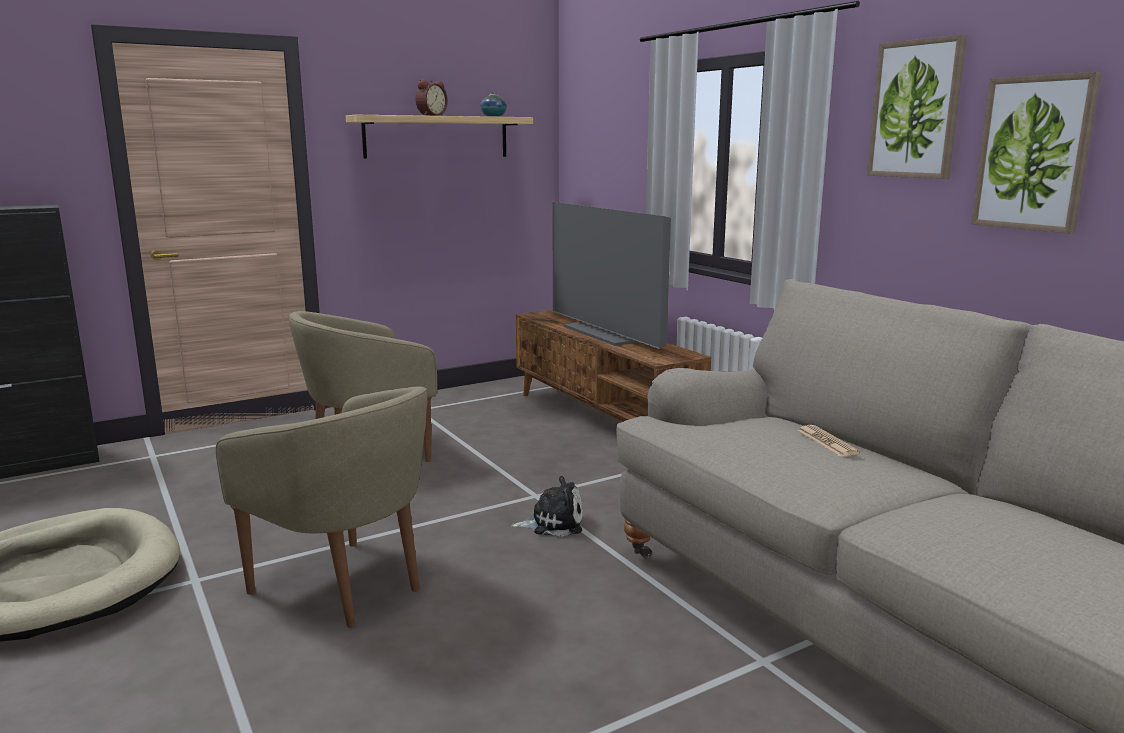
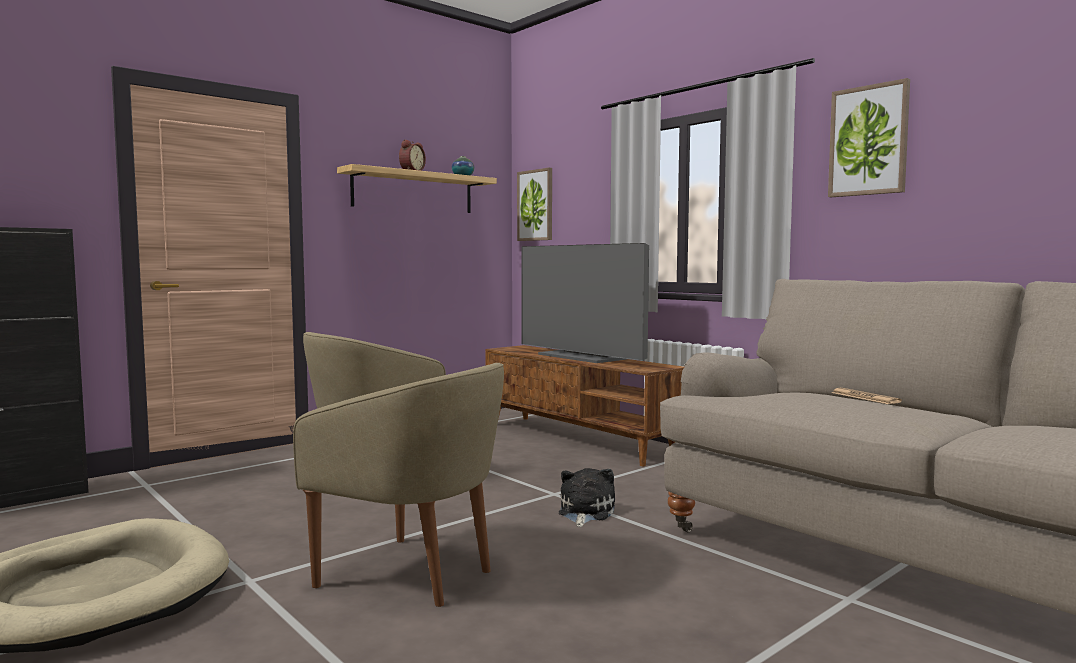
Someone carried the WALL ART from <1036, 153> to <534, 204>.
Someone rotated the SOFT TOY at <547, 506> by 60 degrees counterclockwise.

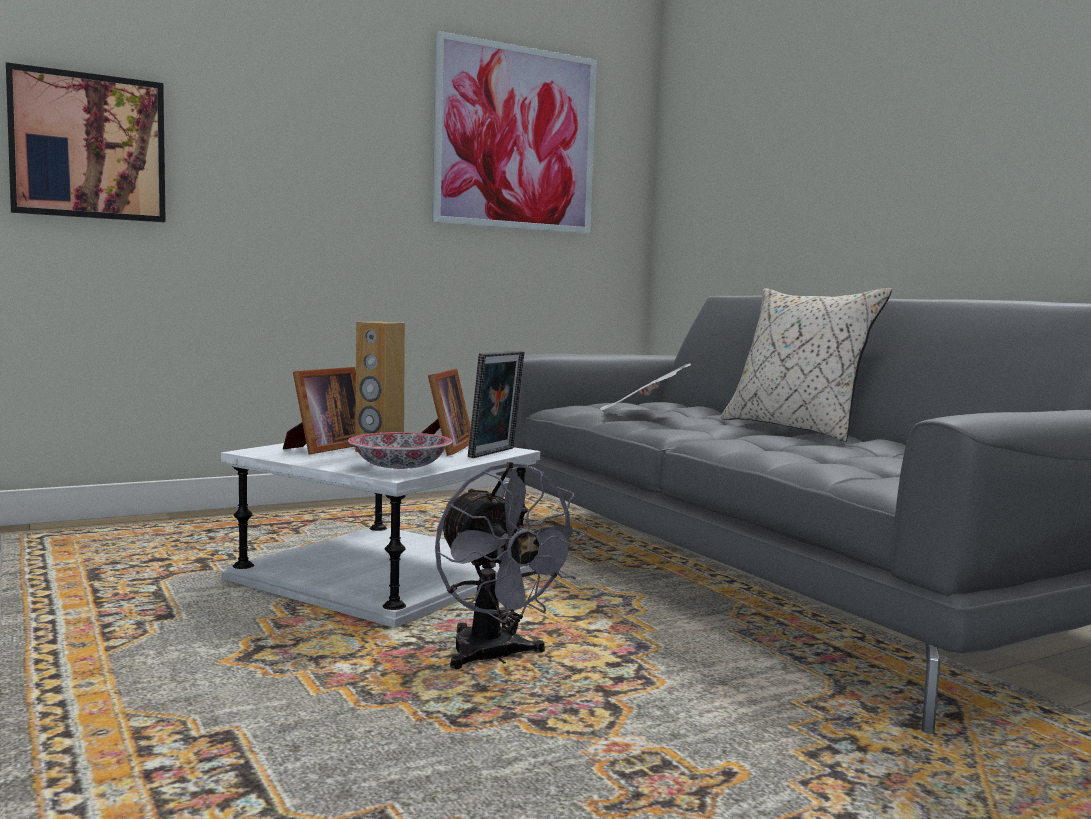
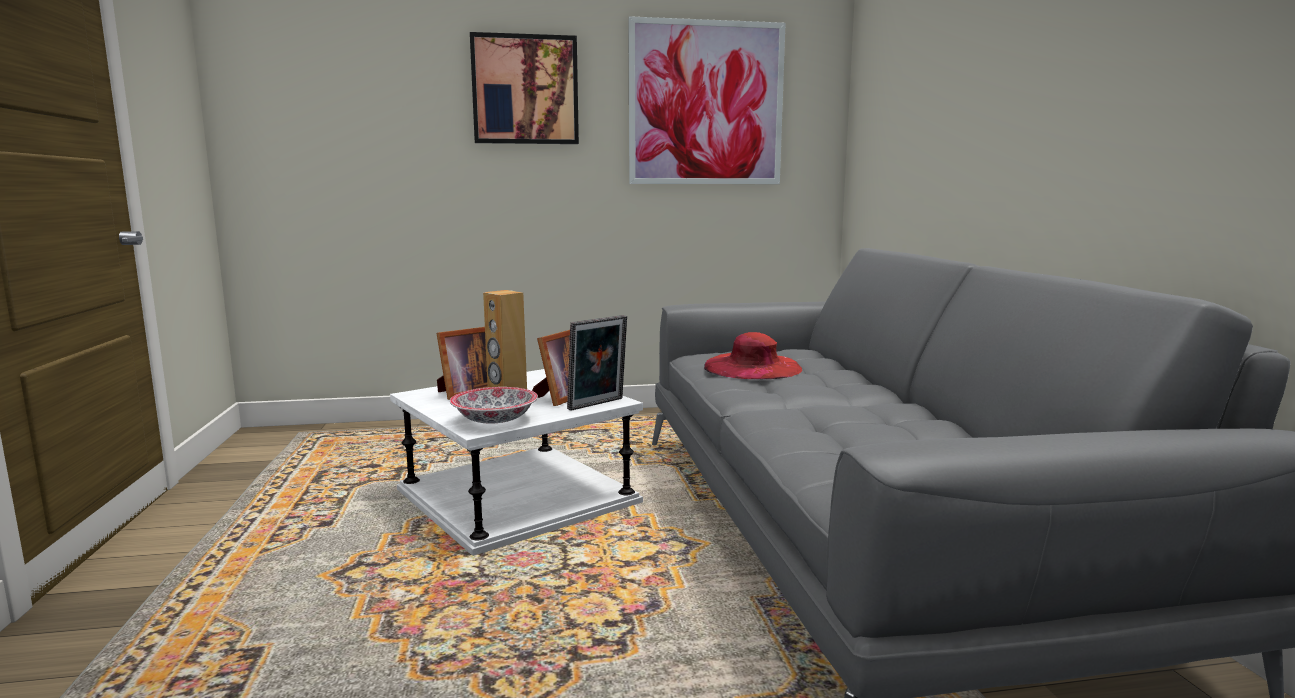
Someone carried the WALL ART from <86, 142> to <524, 88>.
Someone took away the BEIGE THROW PILLOW at <806, 365>.
Someone swapped the NEWSPAPER at <645, 386> for the REDDISH CLOTHING HAT at <753, 355>.
Someone took away the GREYISH FAN at <511, 565>.

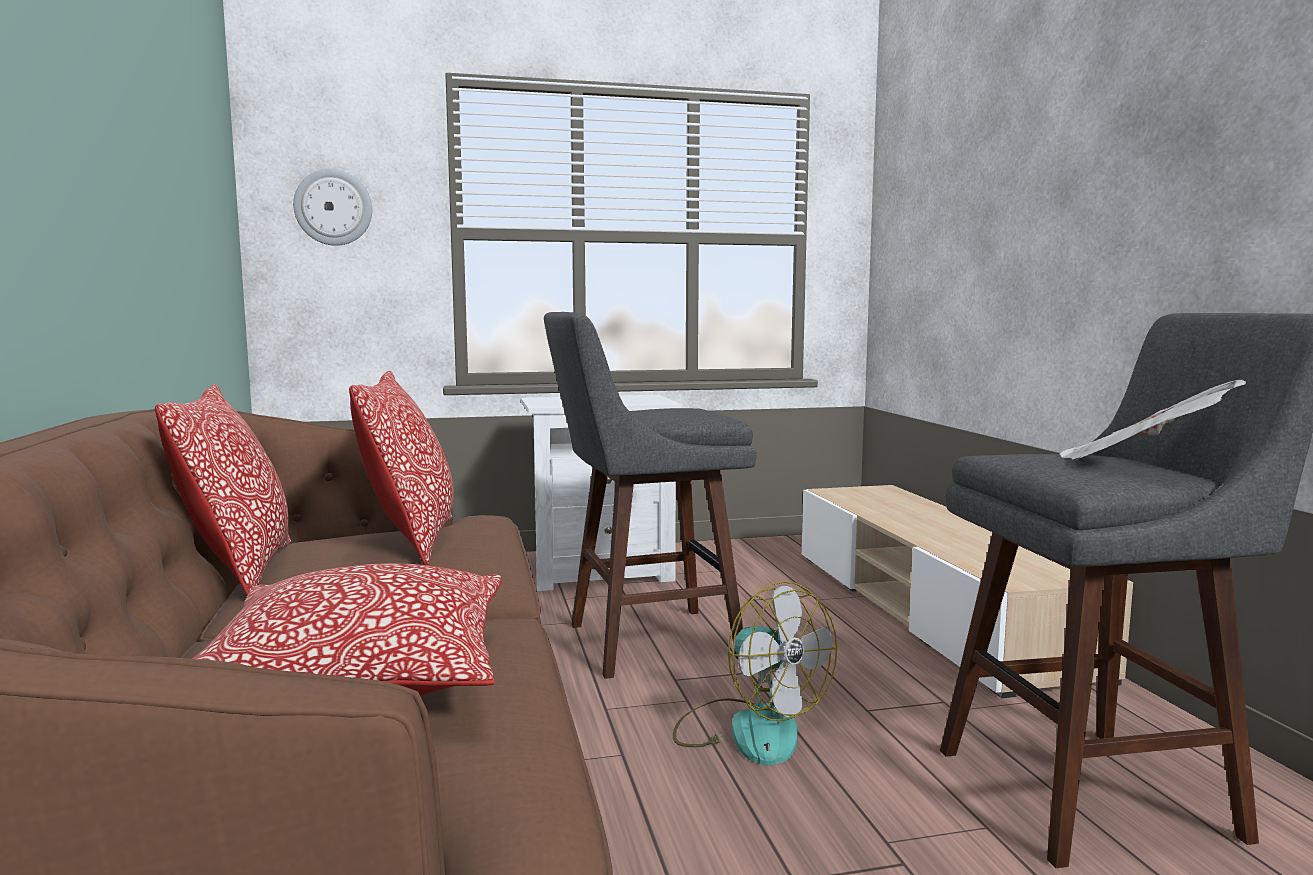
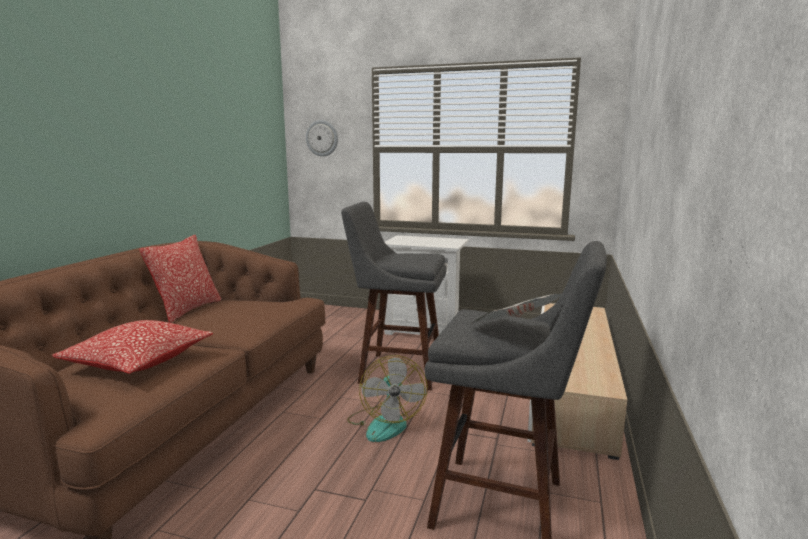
Someone took away the THROW PILLOW at <401, 468>.

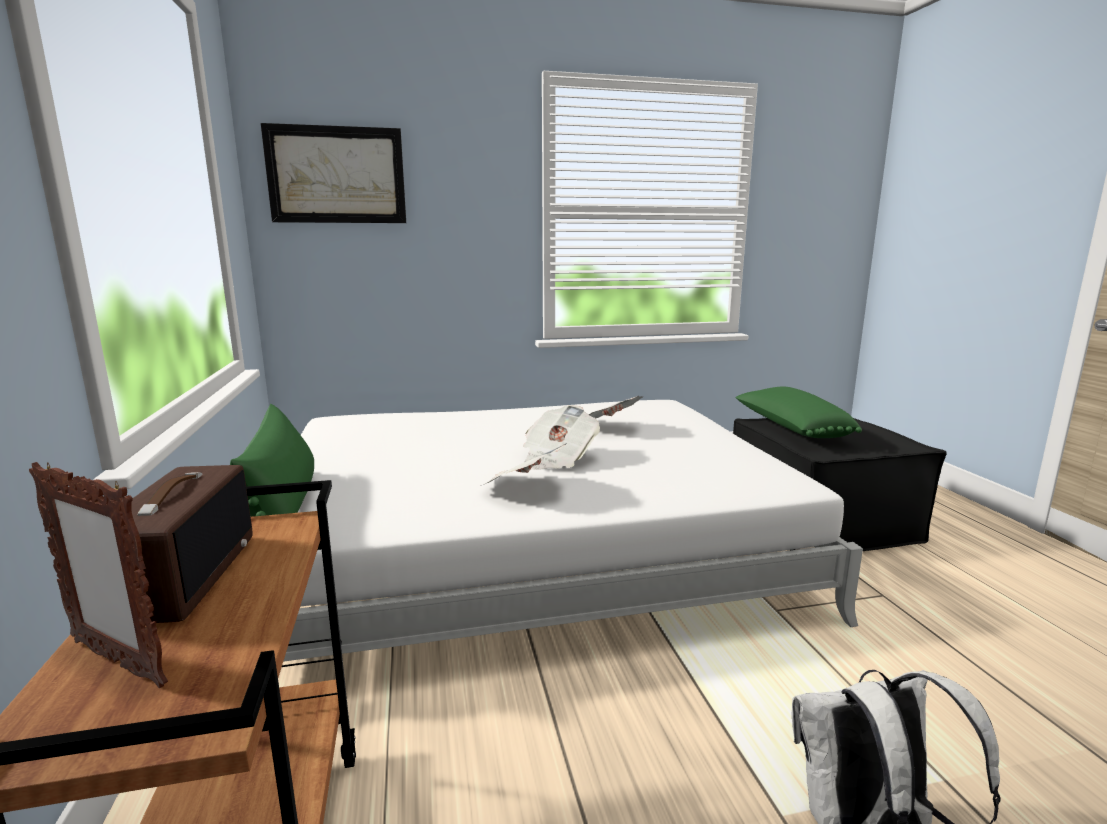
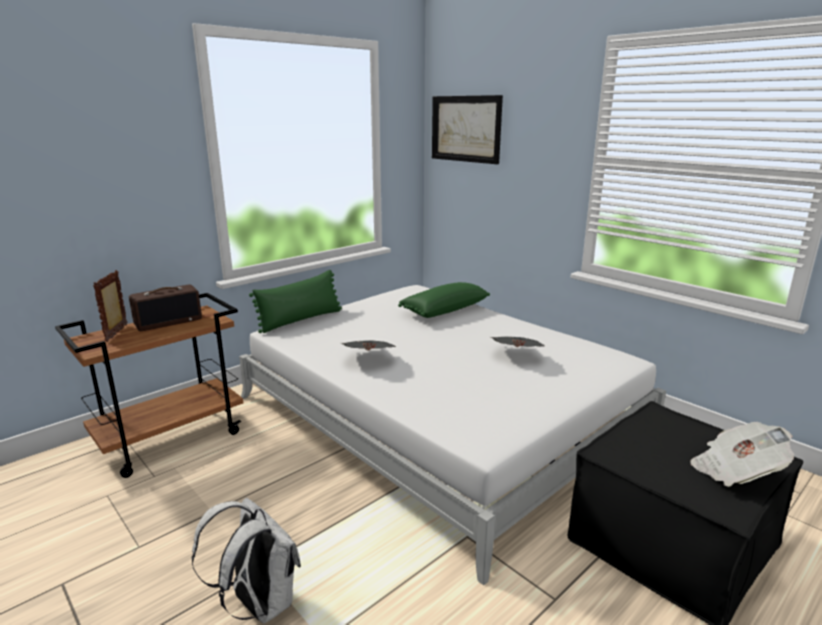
Someone carried the GREENISH THROW PILLOW from <798, 412> to <444, 300>.
Someone carried the NEWSPAPER from <561, 437> to <742, 454>.

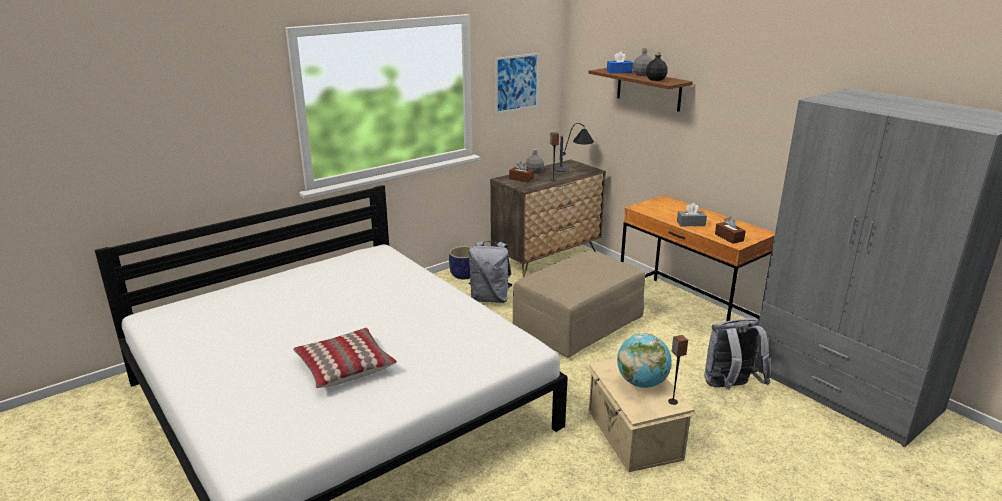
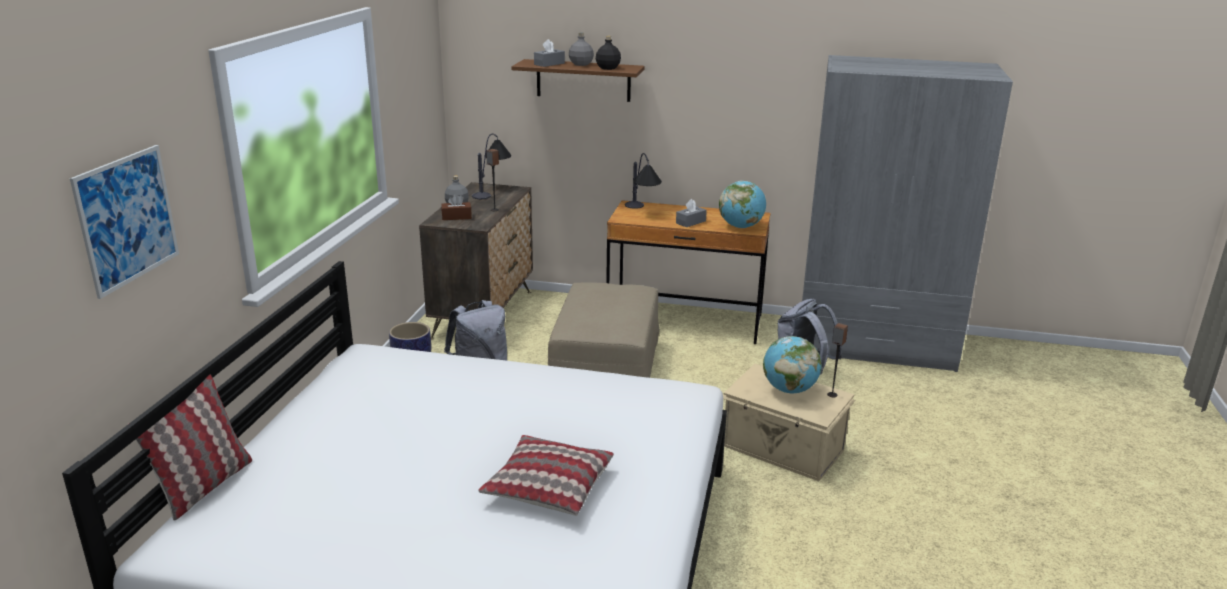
Someone repainted the BLUE TISSUE HOLDER at <620, 62>, which became the GREYISH TISSUE HOLDER at <549, 53>.
Someone carried the WALL ART from <517, 83> to <124, 222>.
Someone swapped the BROWN TISSUE HOLDER at <730, 230> for the GLOBE at <742, 204>.
Someone put down the LAMP FOR A TABLE at <643, 181>.
Someone put down the THROW PILLOW at <189, 447>.

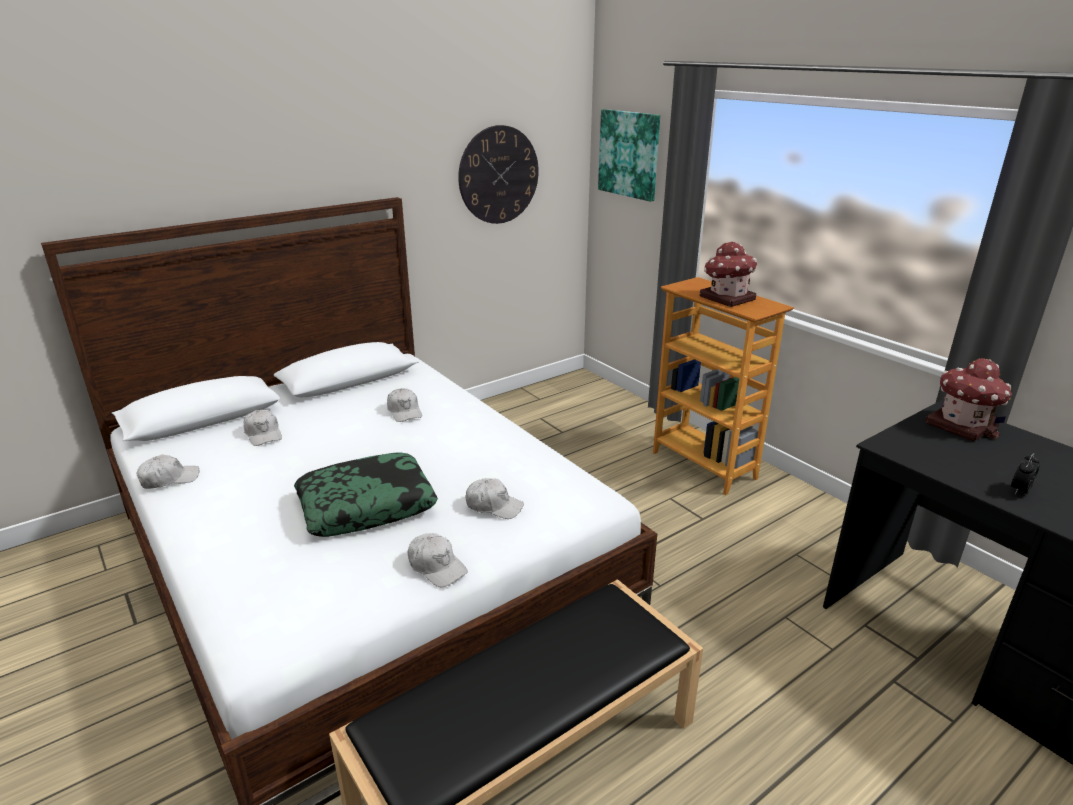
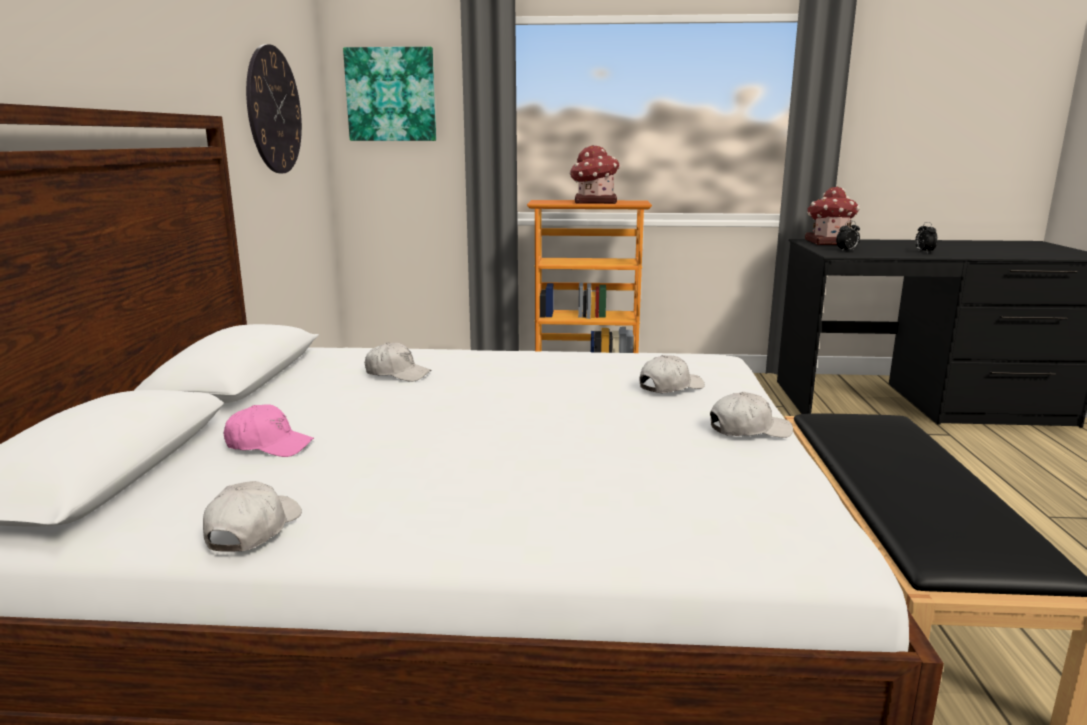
Someone repainted the WHITE BASEBALL CAP at <263, 428>, which became the PINK-COLOURED BASEBALL CAP at <269, 430>.
Someone took away the THROW PILLOW at <366, 494>.
Someone put down the BEDSIDE CLOCK at <848, 236>.

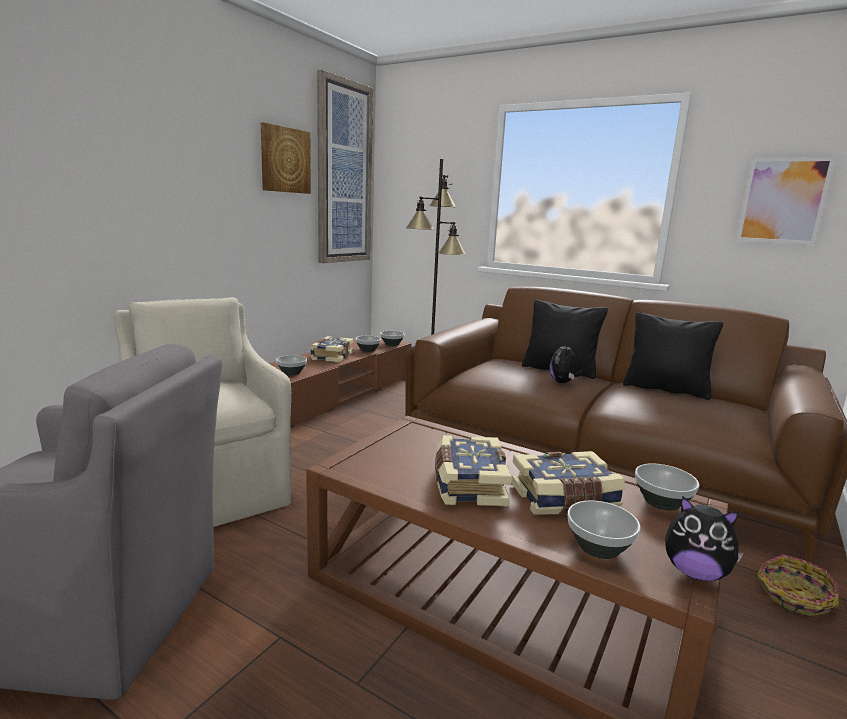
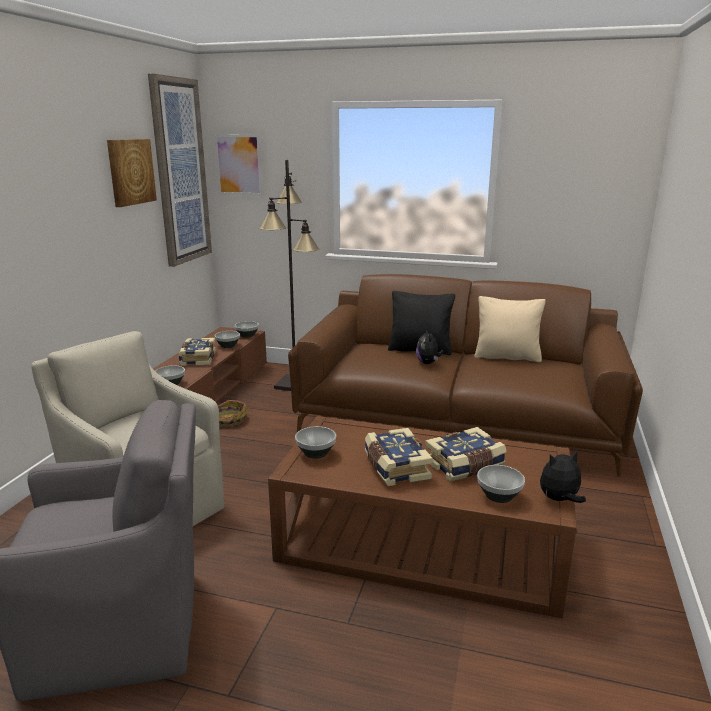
Someone carried the WALL ART from <786, 201> to <238, 165>.
Someone repainted the BLACK THROW PILLOW at <673, 356>, which became the BEIGE THROW PILLOW at <510, 329>.
Someone carried the SERVING BOWL from <667, 486> to <315, 442>.
Someone rotated the SOFT TOY at <704, 538> by 150 degrees clockwise.
Someone carried the HOUSEHOLD BASKET from <798, 585> to <233, 413>.

